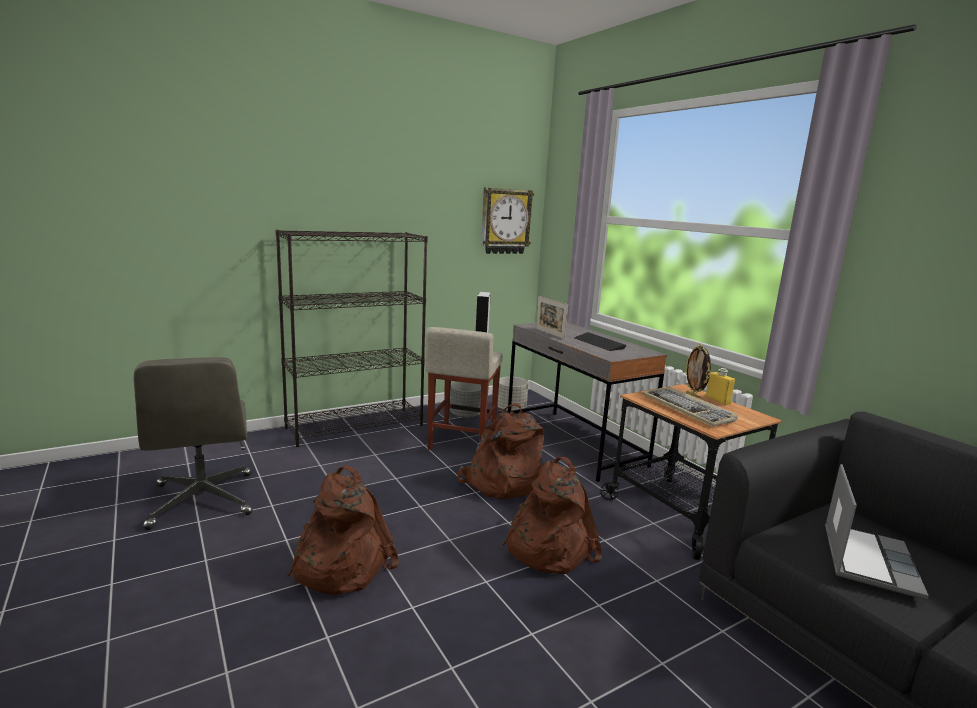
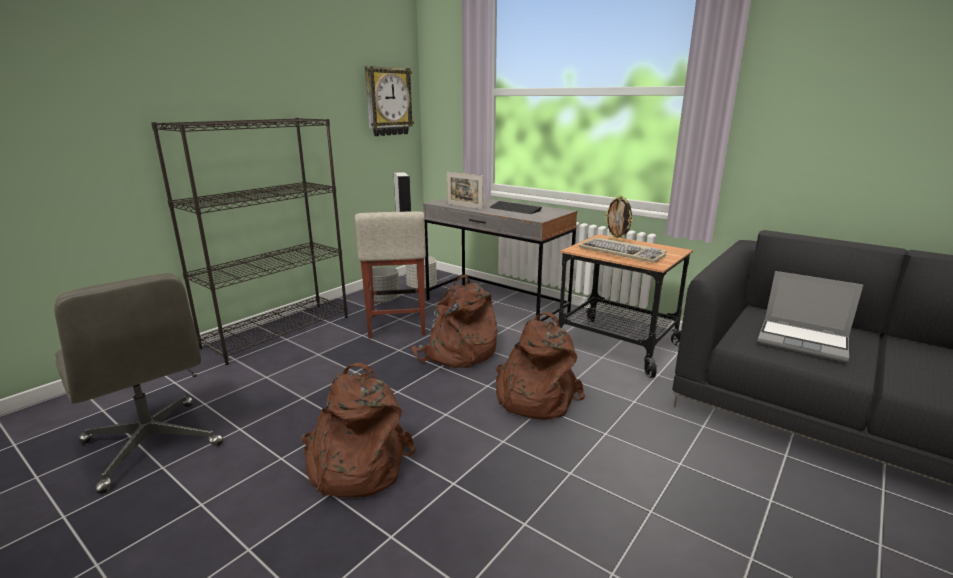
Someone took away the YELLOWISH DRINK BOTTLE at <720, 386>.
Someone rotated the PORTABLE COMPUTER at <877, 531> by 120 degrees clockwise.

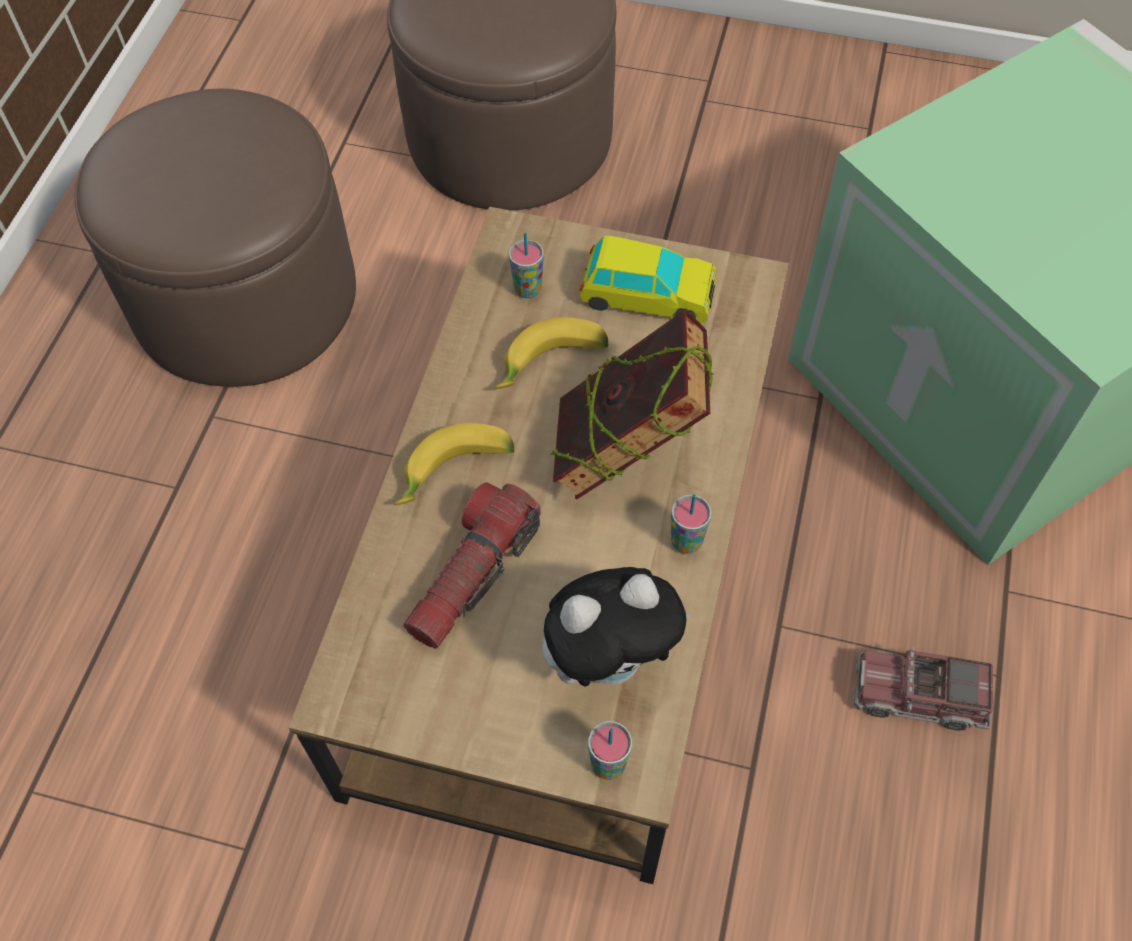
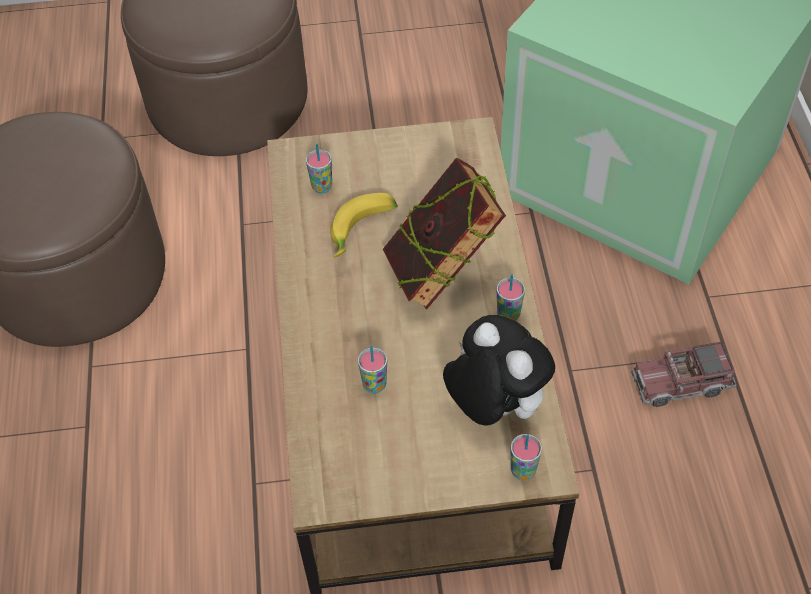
Someone took away the MODEL CAR at <648, 279>.
Someone took away the WHOLE BANANA at <454, 464>.
Someone swapped the HAND TORCH at <472, 566> for the CUP at <372, 370>.
Someone rotated the SOFT TOY at <617, 627> by 90 degrees counterclockwise.

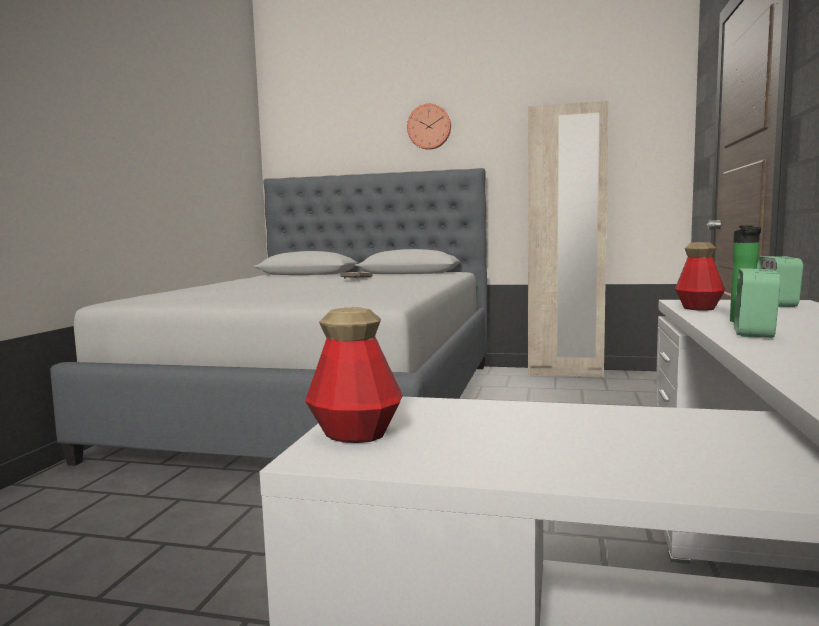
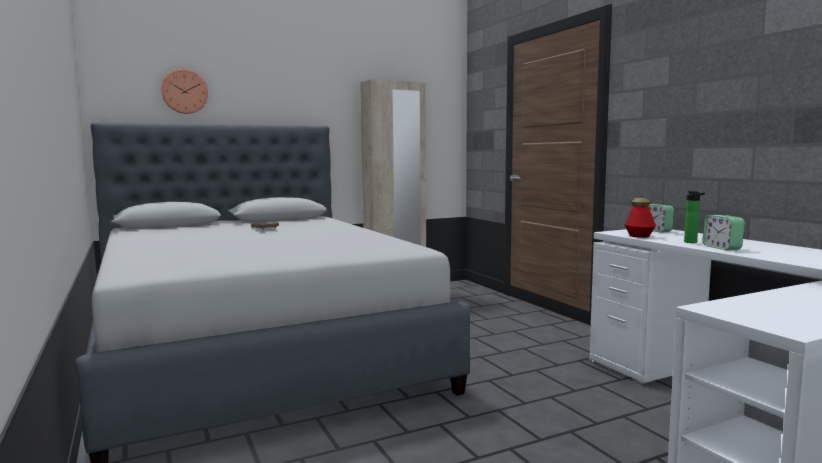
Someone carried the HANGING CLOCK from <429, 126> to <184, 91>.
Someone took away the DRINK BOTTLE at <354, 375>.

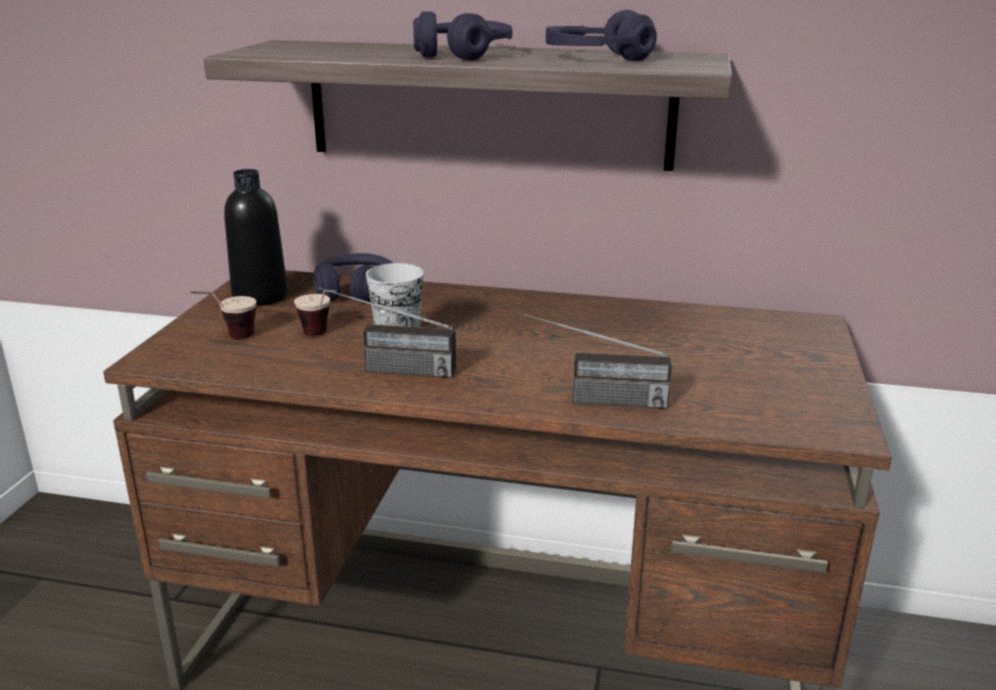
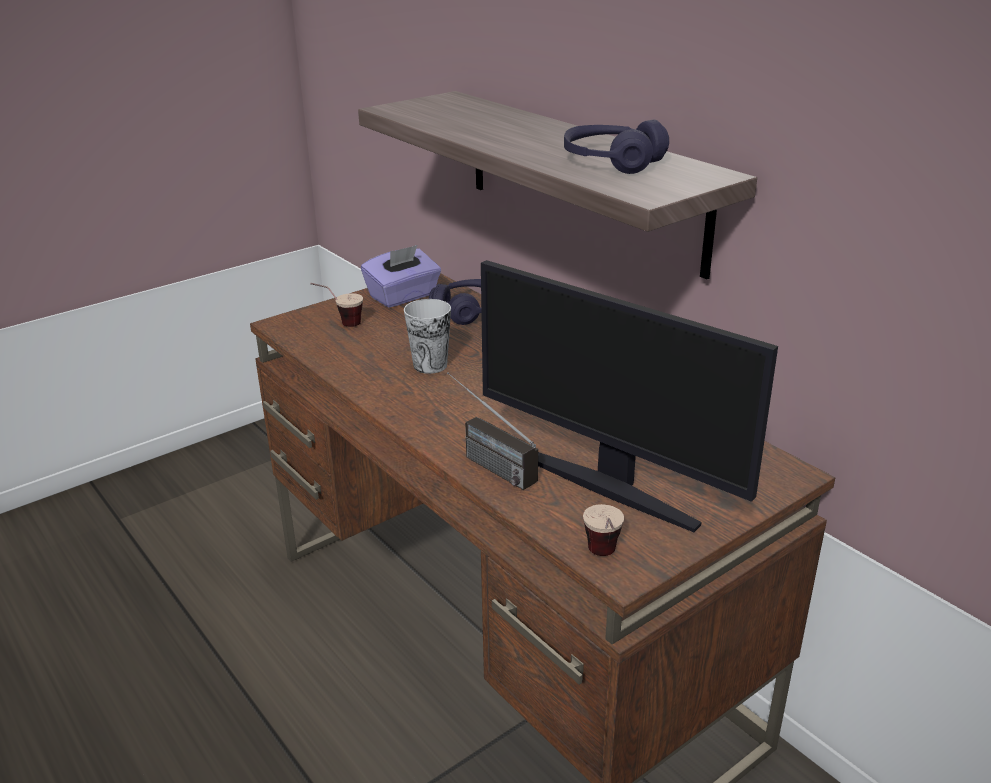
Someone took away the PURPLISH PAIR OF HEADPHONES at <462, 35>.
Someone swapped the BLACK DRINK BOTTLE at <256, 237> for the PURPLISH TISSUE HOLDER at <401, 276>.
Someone took away the RADIO RECEIVER at <387, 332>.
Someone carried the CUP from <315, 313> to <603, 530>.
Someone put down the COMPUTER SCREEN at <629, 396>.

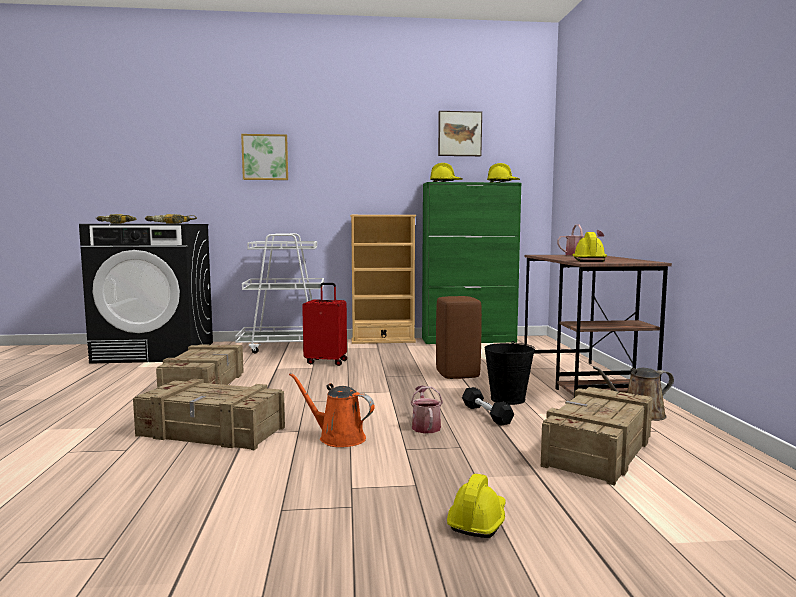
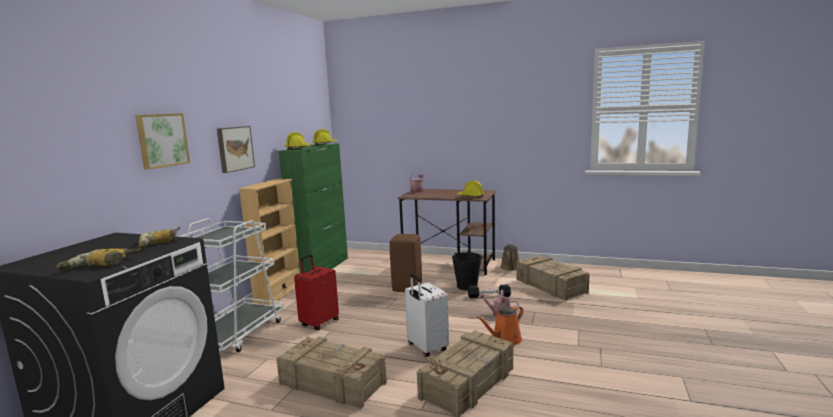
Someone carried the WALL ART from <460, 133> to <236, 149>.
Someone took away the YELLOWISH SAFETY HELMET at <476, 506>.
Someone put down the WHITE SUITCASE at <427, 315>.

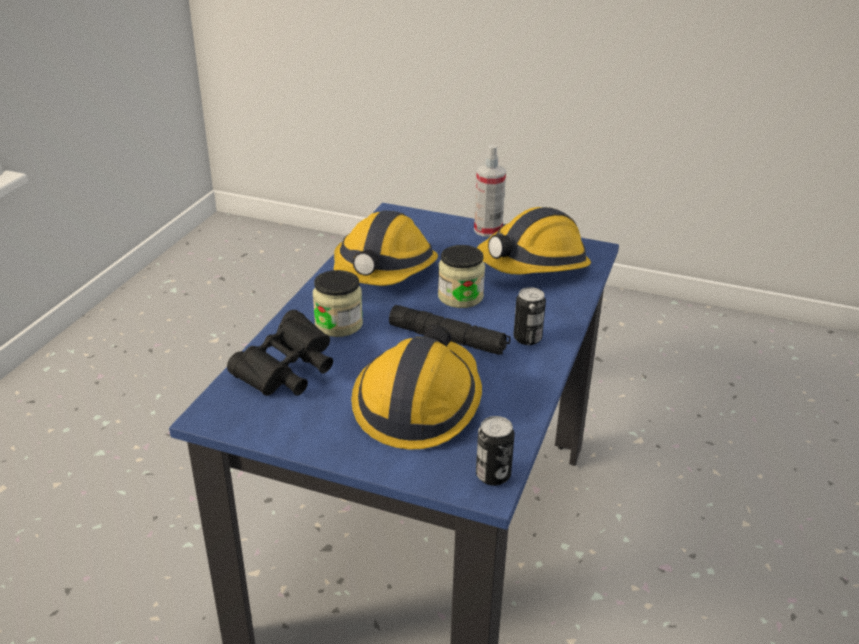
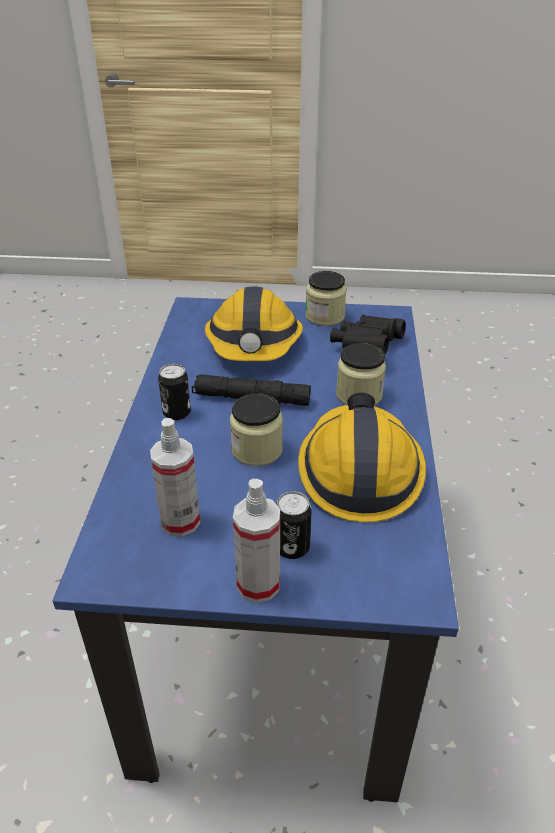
Someone swapped the SAFETY HELMET at <534, 240> for the SPRAYER at <175, 477>.
Someone carried the METAL CAN from <495, 451> to <294, 525>.
Someone put down the STORAGE JAR at <326, 298>.

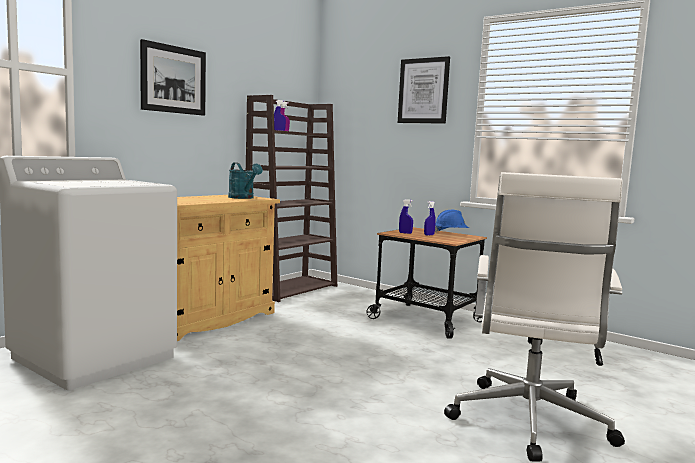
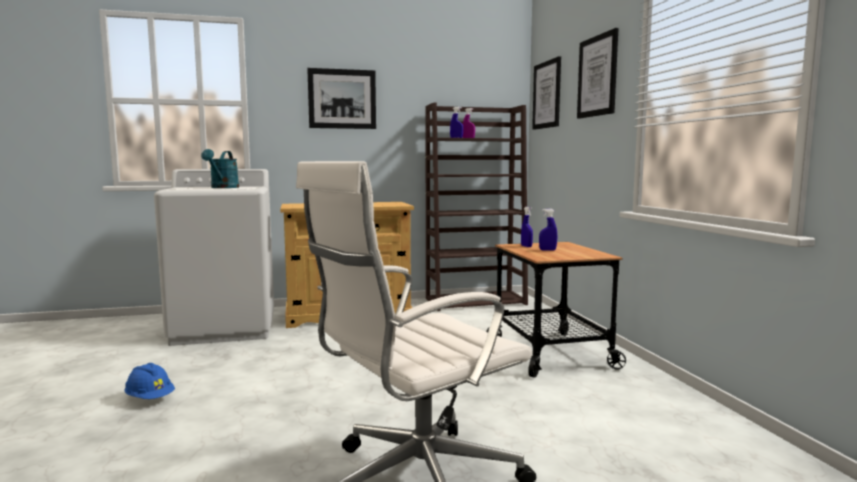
Someone carried the BLUE-GREEN WATERING POT from <245, 180> to <220, 168>.
Someone carried the BLUE SAFETY HELMET from <452, 221> to <149, 381>.
Someone put up the WALL ART at <546, 93>.

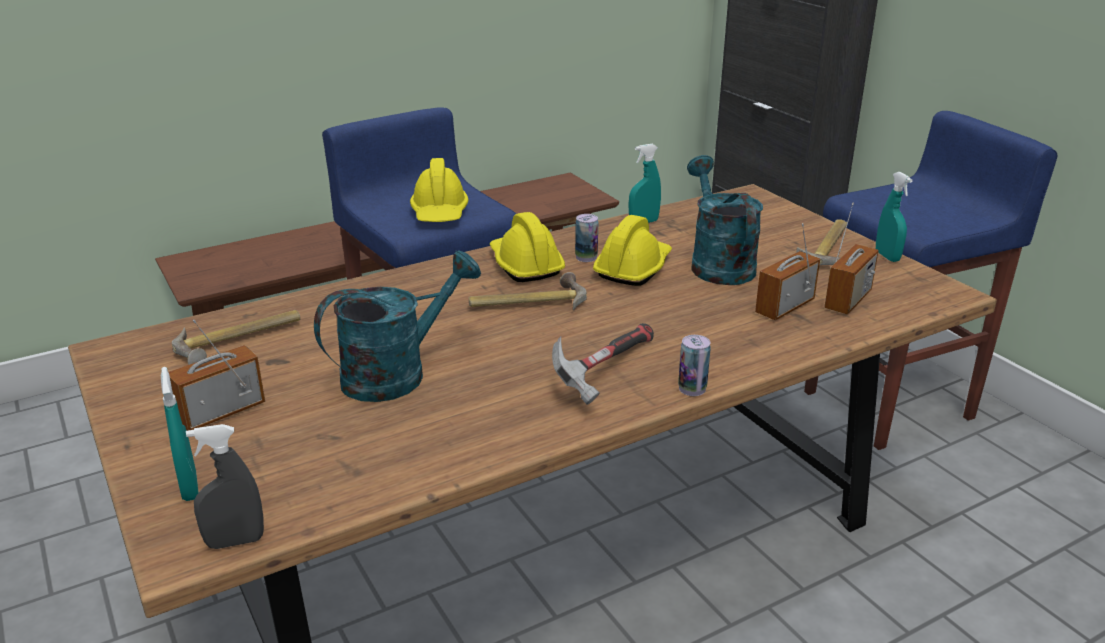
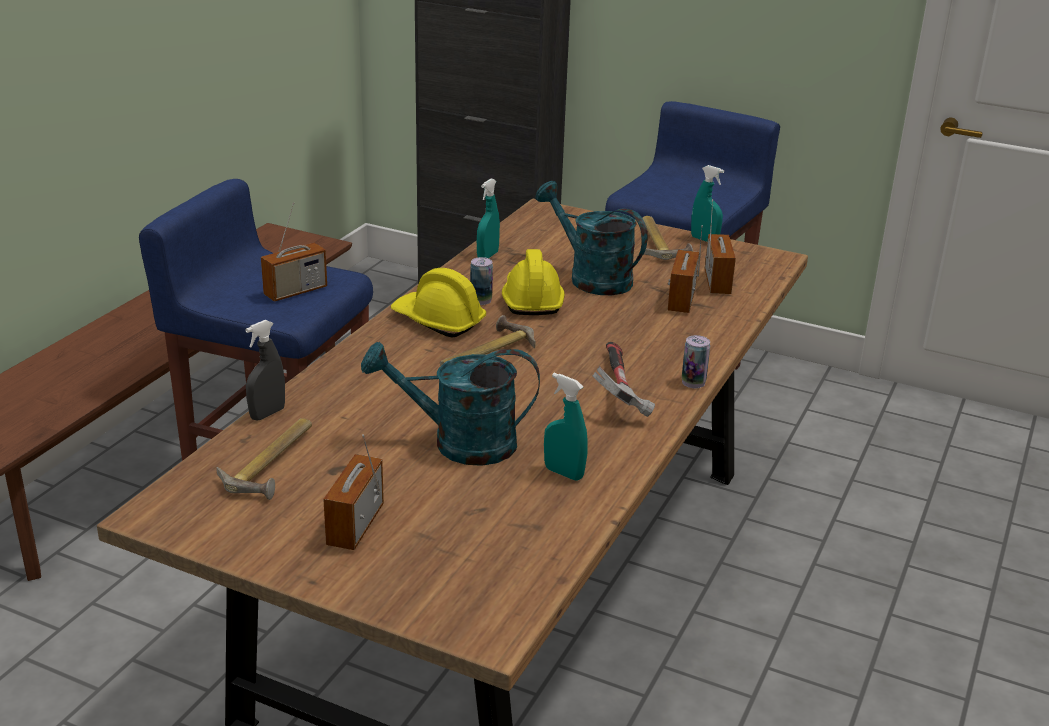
Someone swapped the YELLOWISH SAFETY HELMET at <439, 190> for the RADIO RECEIVER at <294, 252>.
Someone rotated the BLUE-GREEN WATERING POT at <397, 326> by 105 degrees counterclockwise.
Someone carried the BLUE-GREEN SPRAYER from <180, 434> to <566, 427>.
Someone carried the GREYISH SPRAYER from <225, 486> to <265, 370>.

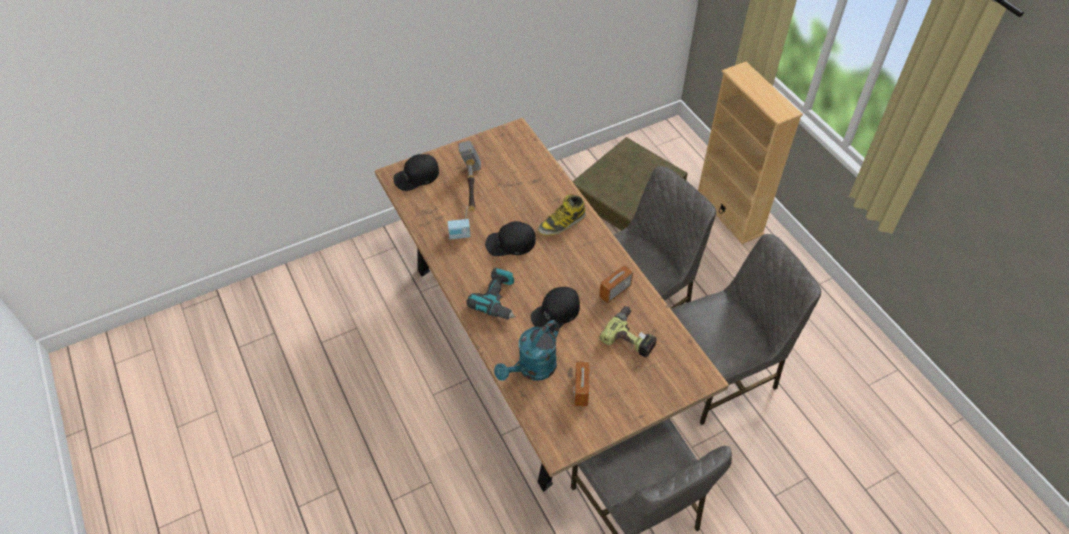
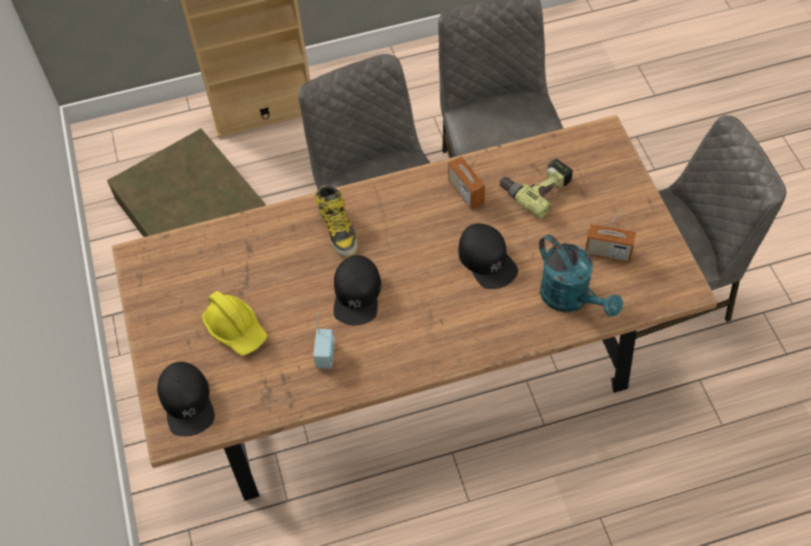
Someone swapped the HAND HAMMER at <470, 176> for the YELLOWISH SAFETY HELMET at <234, 323>.
Someone took away the ELECTRIC DRILL at <491, 294>.

